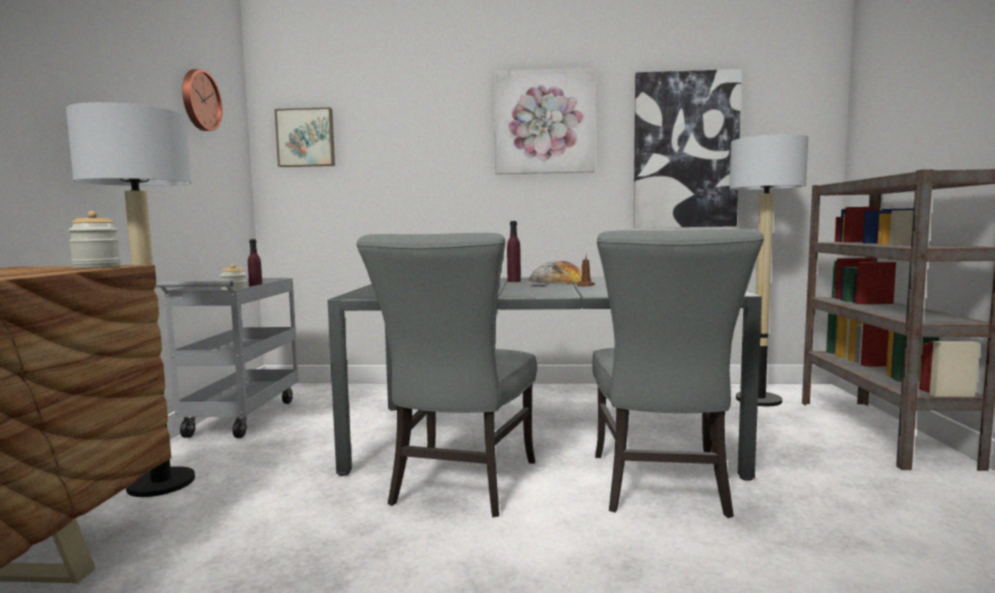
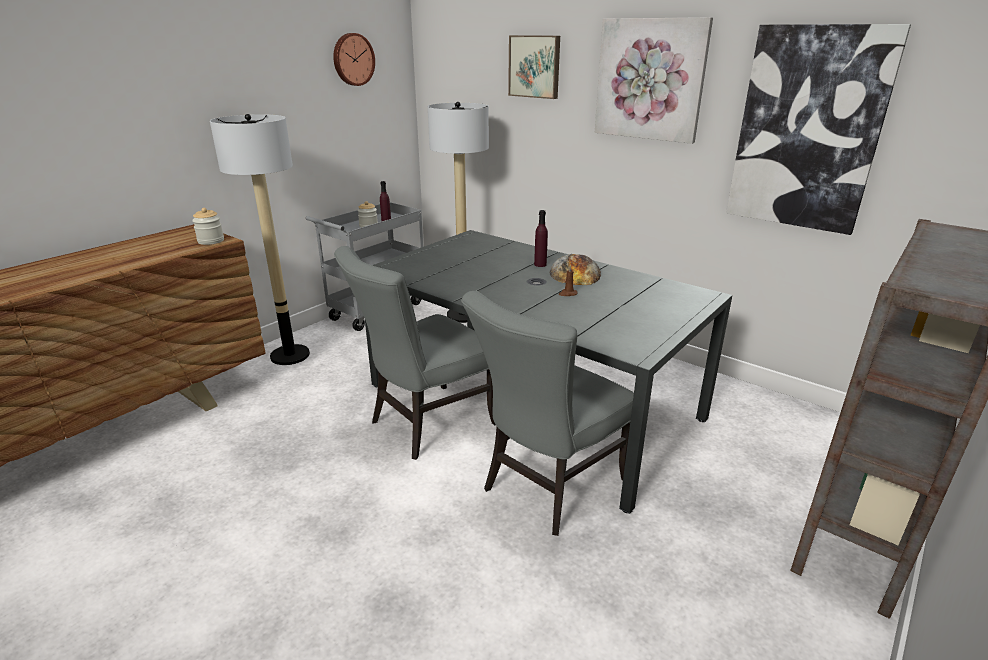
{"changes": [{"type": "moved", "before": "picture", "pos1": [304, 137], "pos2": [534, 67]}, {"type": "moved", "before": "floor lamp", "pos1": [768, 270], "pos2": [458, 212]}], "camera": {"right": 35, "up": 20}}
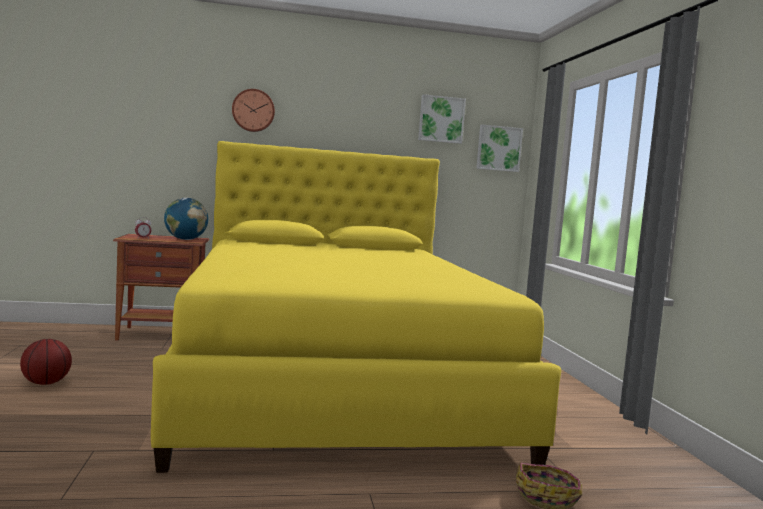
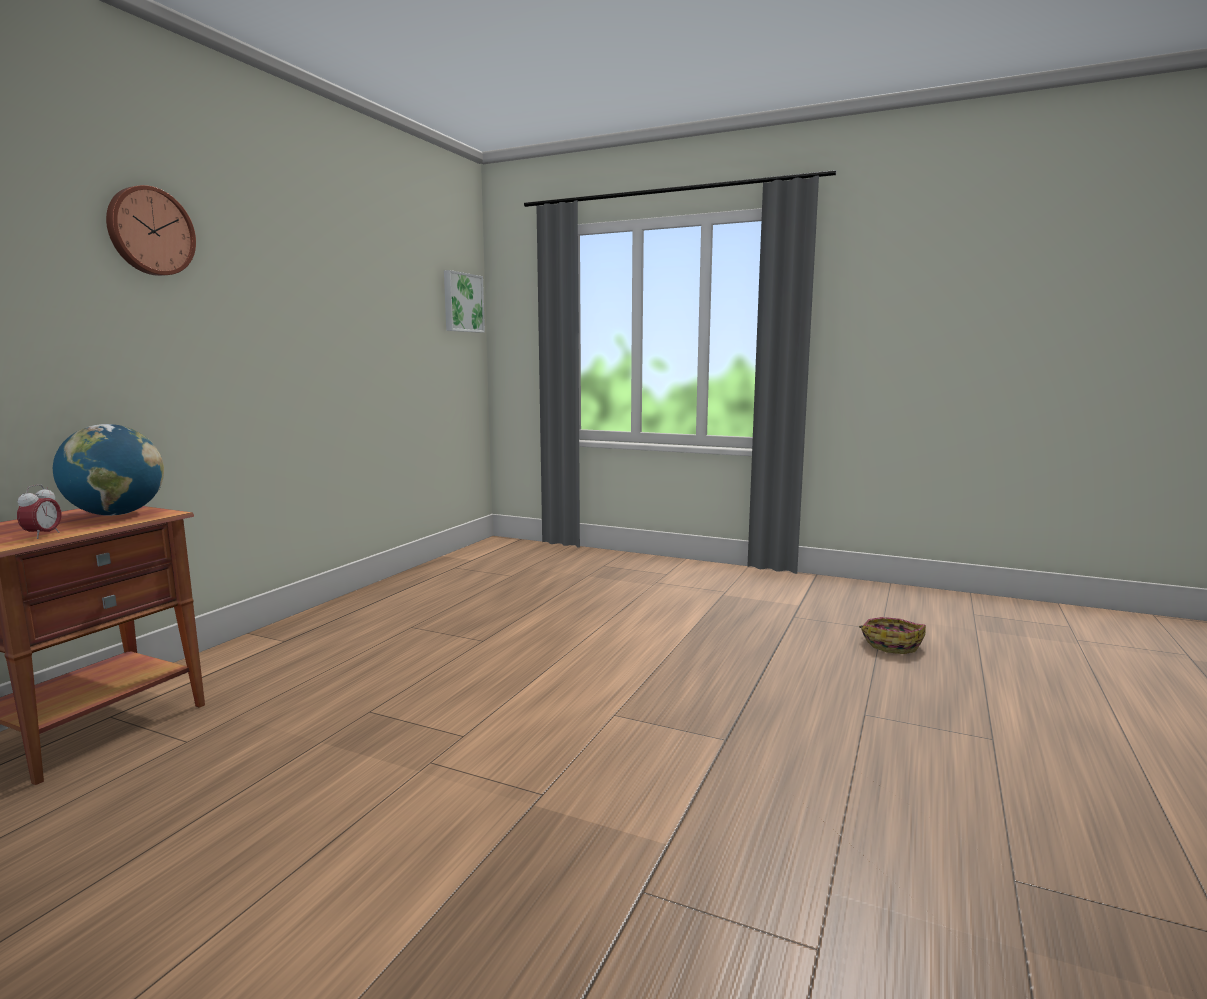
{"changes": [{"type": "removed", "before": "basketball", "pos1": [46, 362]}, {"type": "removed", "before": "yellow bed", "pos1": [356, 307]}, {"type": "removed", "before": "picture", "pos1": [442, 119]}], "camera": {"right": -55, "up": 5}}
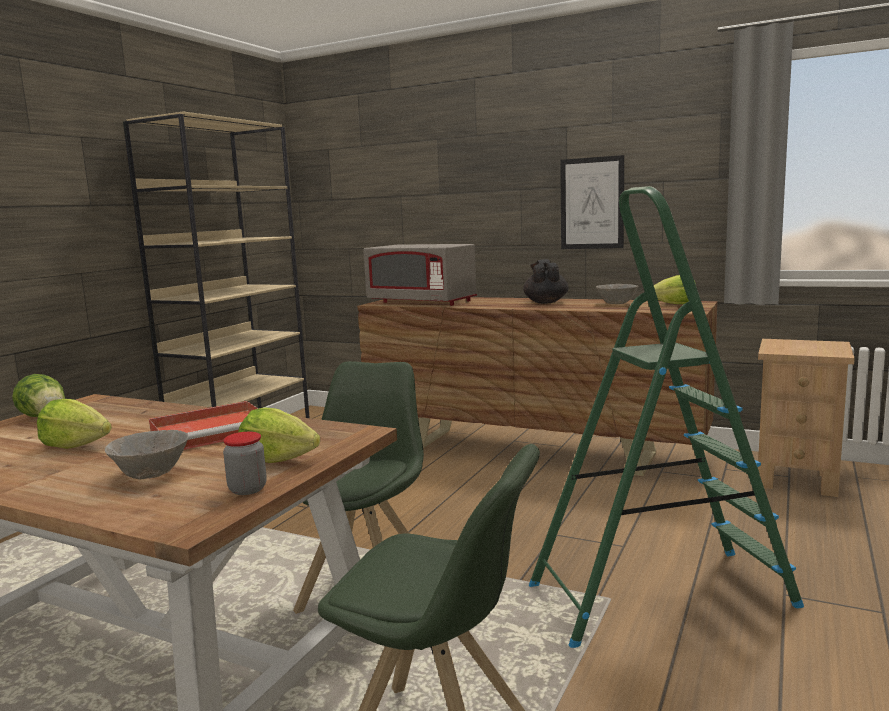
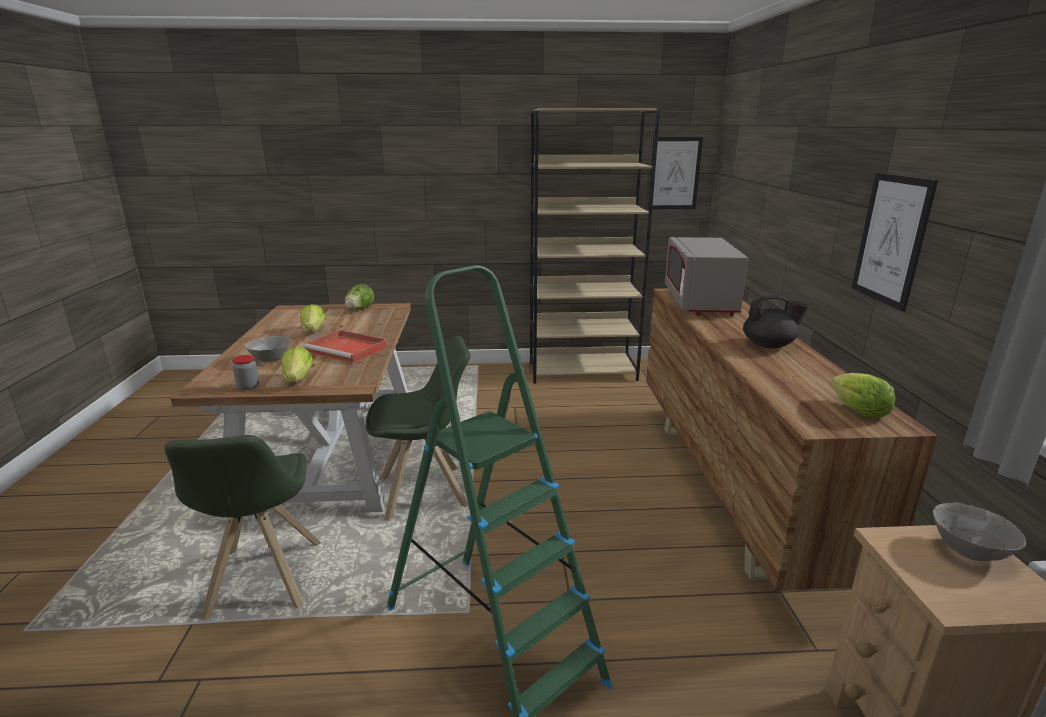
{"changes": [{"type": "added", "after": "picture", "pos2": [675, 173]}, {"type": "moved", "before": "grey bowl", "pos1": [617, 294], "pos2": [979, 532]}, {"type": "turned", "before": "black teapot", "pos1": [546, 281], "pos2": [776, 322], "turn": 45}], "camera": {"right": 60, "up": 10}}
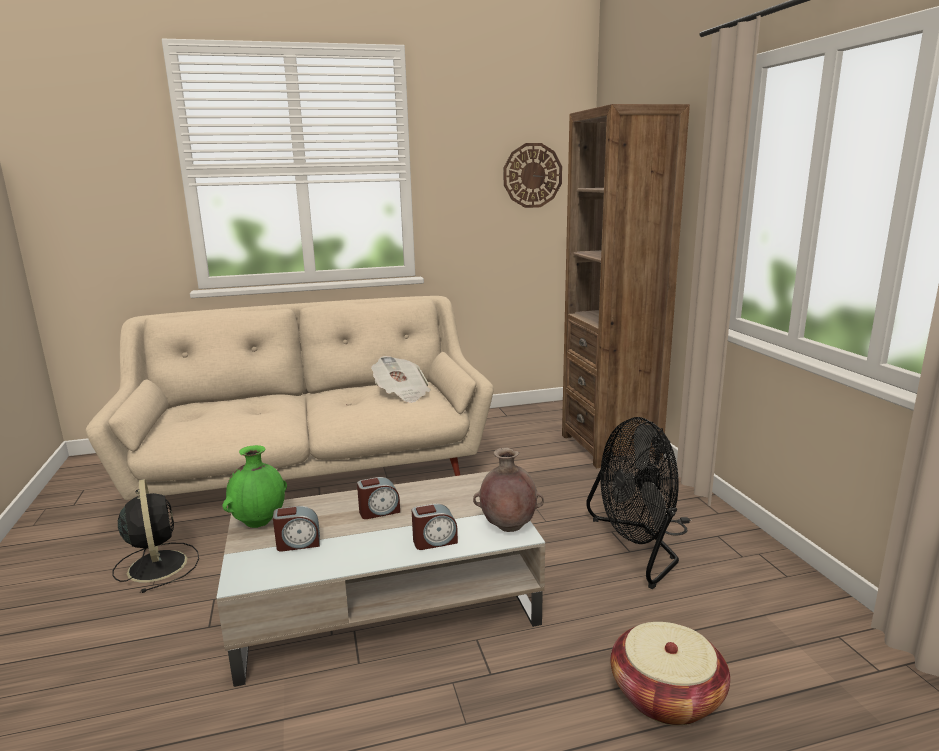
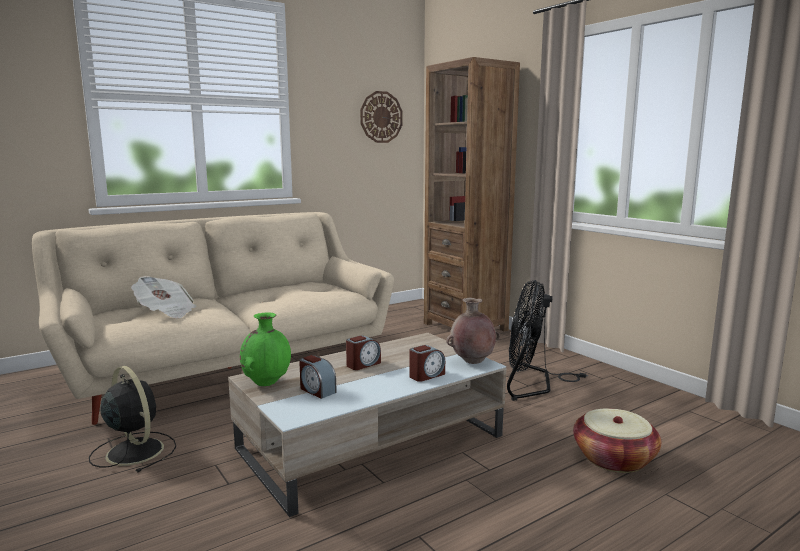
{"changes": [{"type": "moved", "before": "newspaper", "pos1": [401, 379], "pos2": [163, 297]}, {"type": "turned", "before": "alarm clock", "pos1": [296, 529], "pos2": [318, 377], "turn": 75}, {"type": "turned", "before": "black fan", "pos1": [638, 503], "pos2": [547, 340], "turn": 45}], "camera": {"right": -20, "up": -5}}
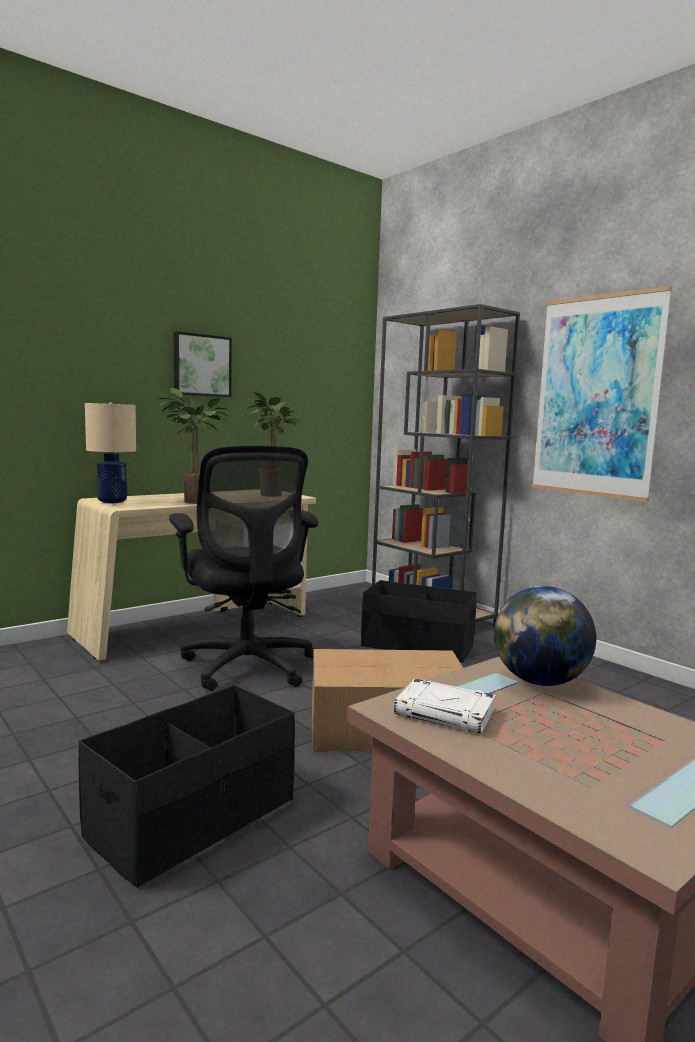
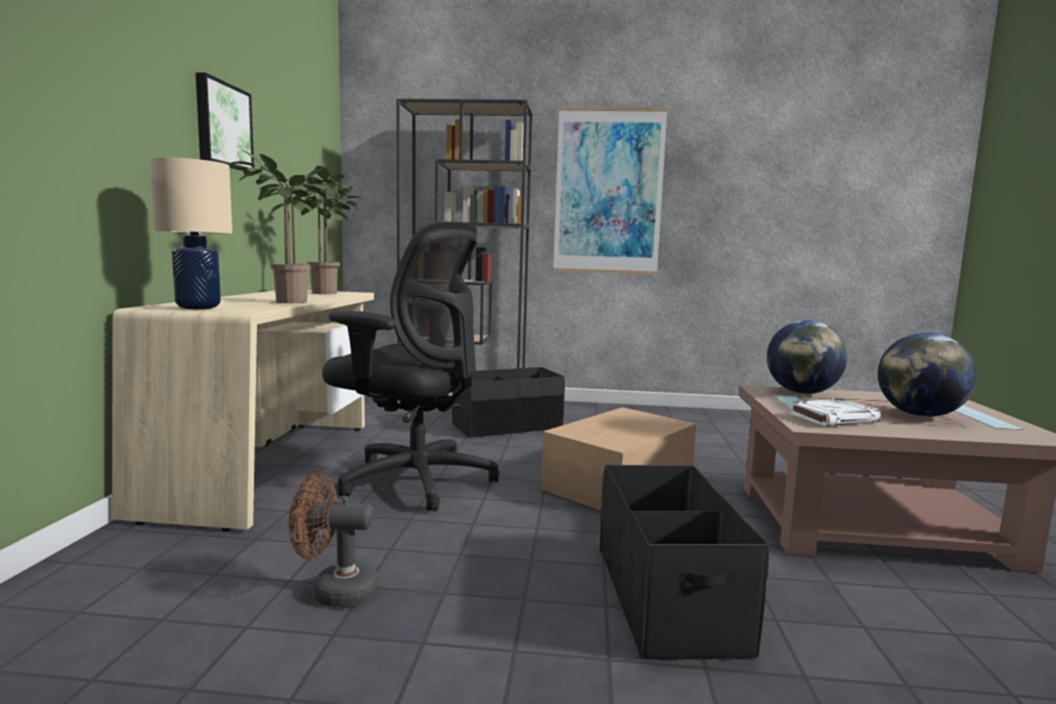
{"changes": [{"type": "added", "after": "brown fan", "pos2": [334, 540]}, {"type": "added", "after": "globe", "pos2": [927, 375]}], "camera": {"right": -45, "up": 0}}
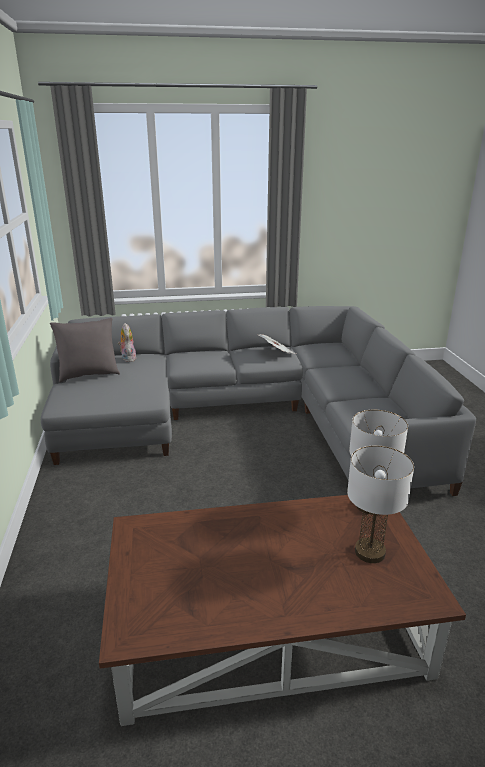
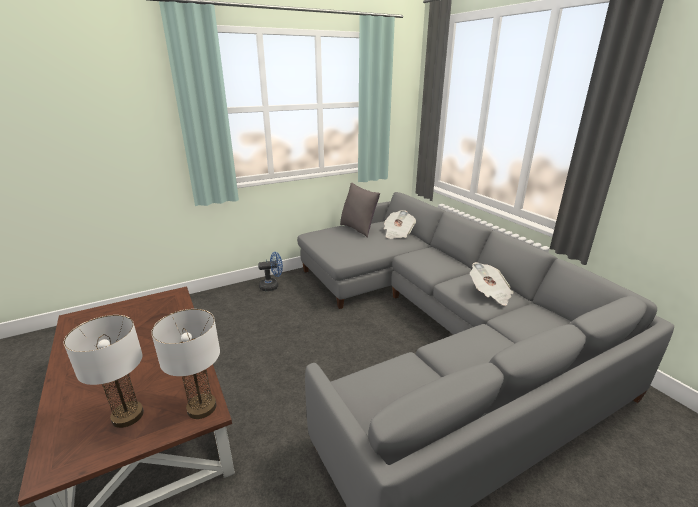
{"changes": [{"type": "added", "after": "blue fan", "pos2": [270, 271]}, {"type": "replaced", "before": "plush toy", "after": "newspaper", "pos1": [127, 342], "pos2": [400, 224]}], "camera": {"right": 70, "up": 0}}
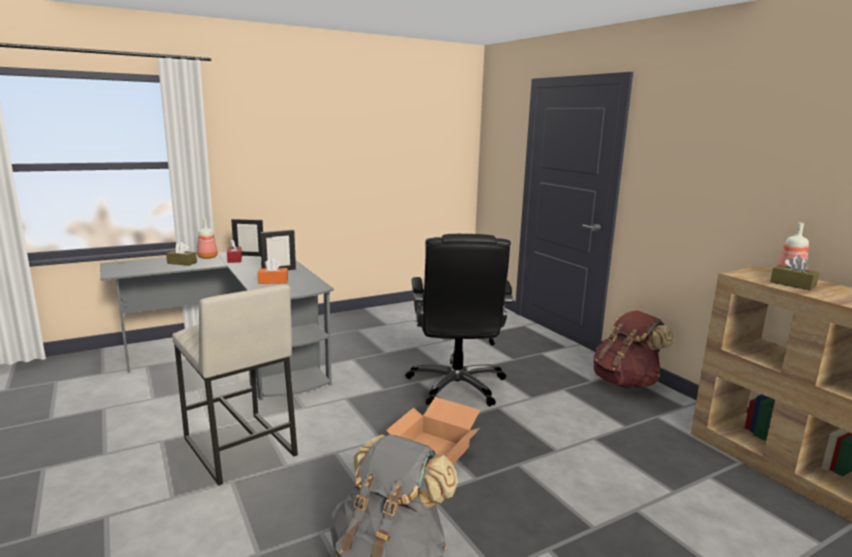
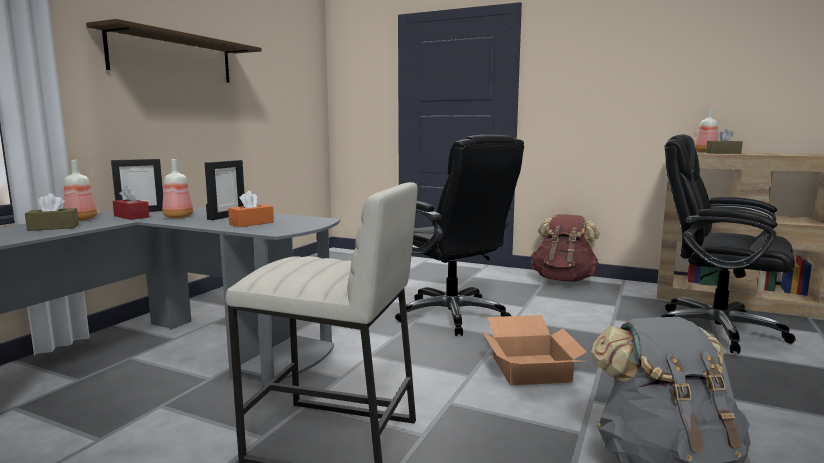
{"changes": [{"type": "added", "after": "shelf", "pos2": [174, 51]}, {"type": "added", "after": "bottle", "pos2": [177, 188]}, {"type": "added", "after": "black office chair", "pos2": [728, 244]}], "camera": {"right": -35, "up": -5}}
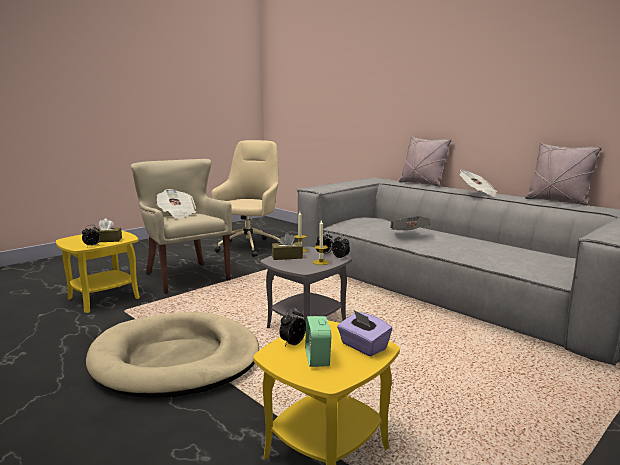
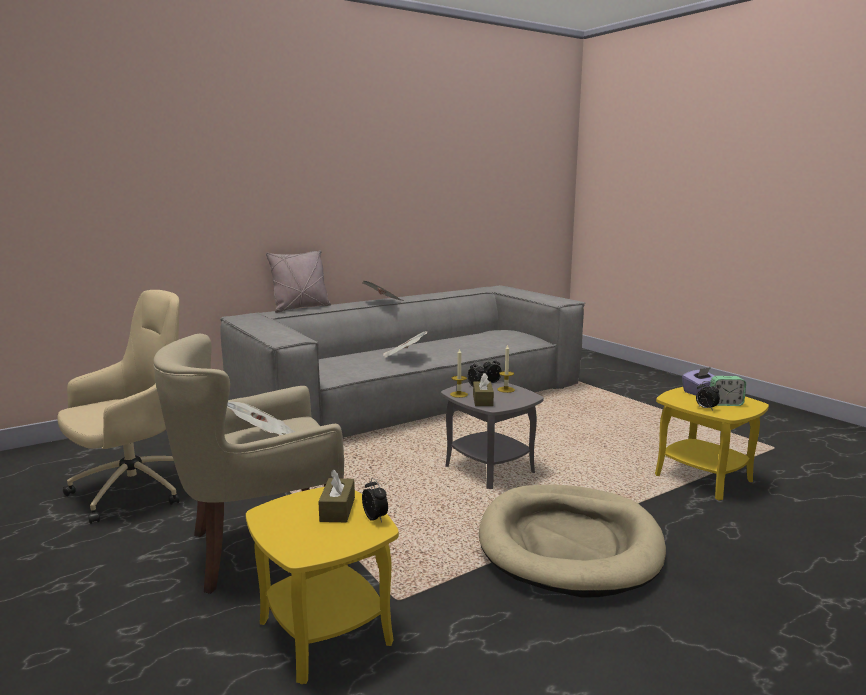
{"changes": [{"type": "removed", "before": "purple pillow", "pos1": [563, 174]}, {"type": "turned", "before": "beige office chair", "pos1": [245, 198], "pos2": [118, 407], "turn": 105}], "camera": {"right": -80, "up": 0}}
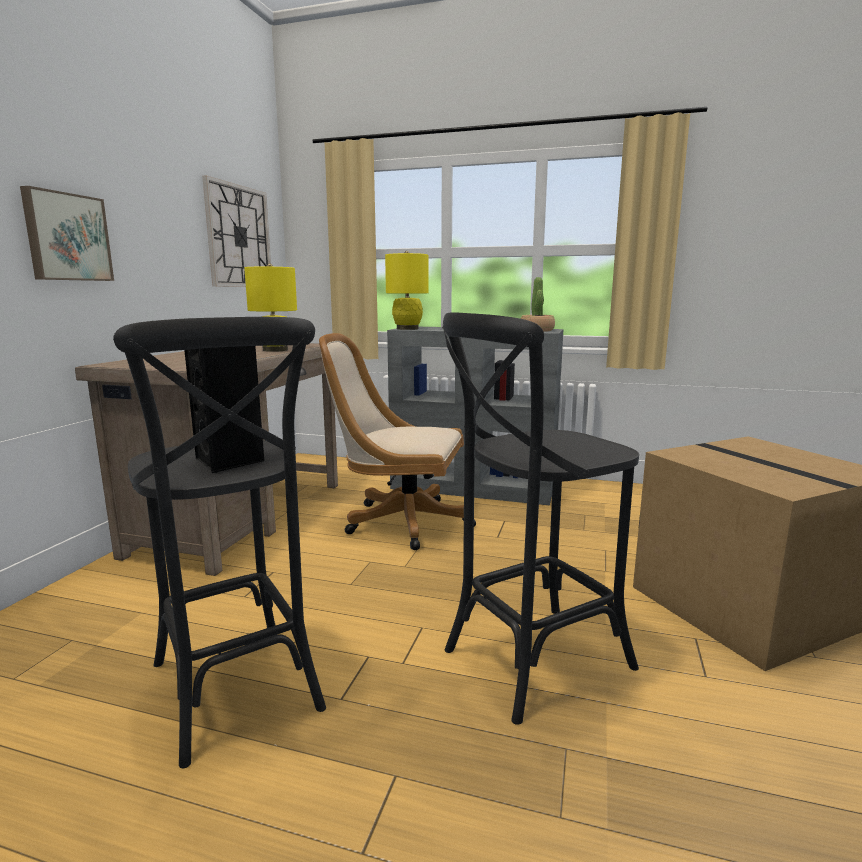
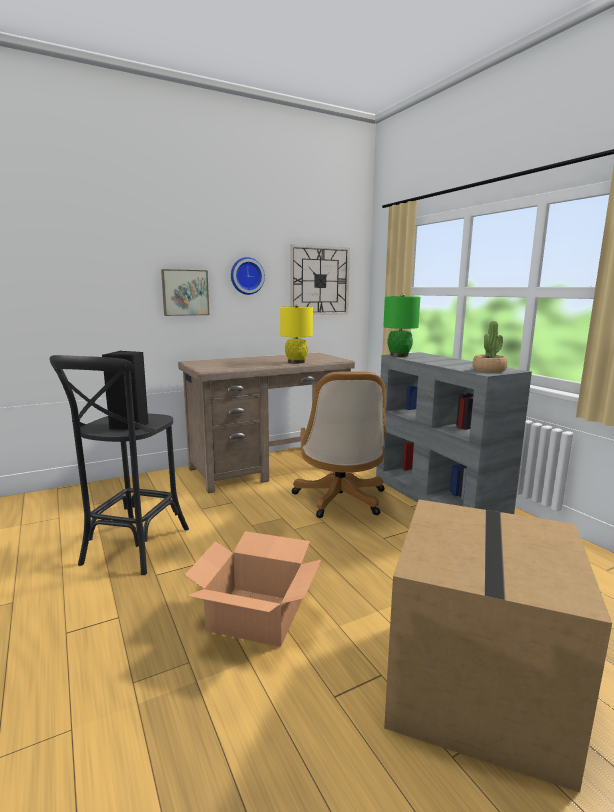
{"changes": [{"type": "added", "after": "wall clock", "pos2": [248, 276]}, {"type": "replaced", "before": "black stool", "after": "cardboard box", "pos1": [540, 518], "pos2": [253, 589]}, {"type": "recoloured", "before": "yellow table lamp", "after": "green table lamp", "pos1": [407, 290], "pos2": [401, 325]}, {"type": "turned", "before": "office chair", "pos1": [397, 441], "pos2": [339, 445], "turn": -150}], "camera": {"right": 45, "up": 0}}
